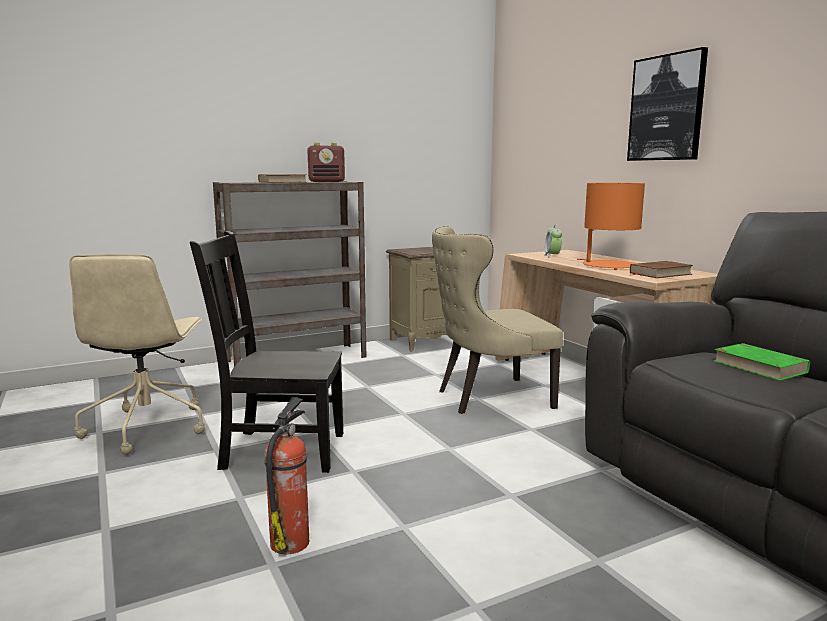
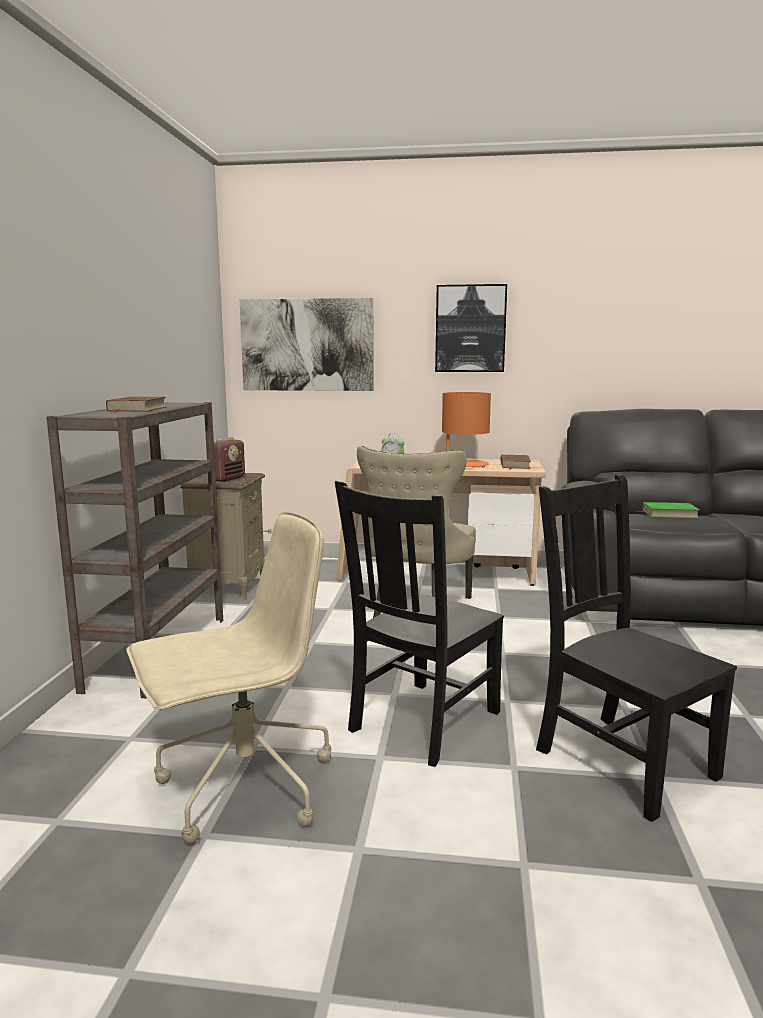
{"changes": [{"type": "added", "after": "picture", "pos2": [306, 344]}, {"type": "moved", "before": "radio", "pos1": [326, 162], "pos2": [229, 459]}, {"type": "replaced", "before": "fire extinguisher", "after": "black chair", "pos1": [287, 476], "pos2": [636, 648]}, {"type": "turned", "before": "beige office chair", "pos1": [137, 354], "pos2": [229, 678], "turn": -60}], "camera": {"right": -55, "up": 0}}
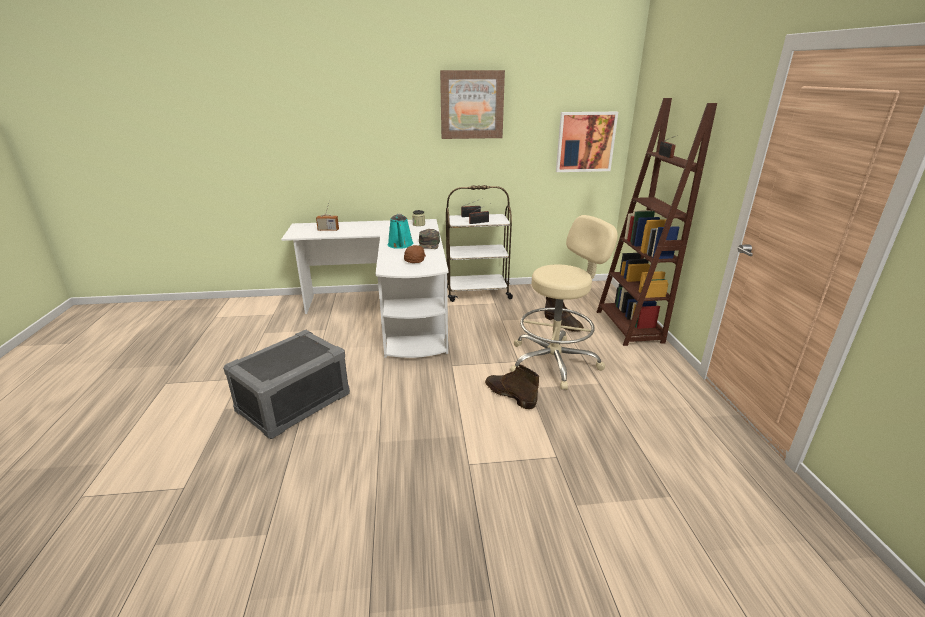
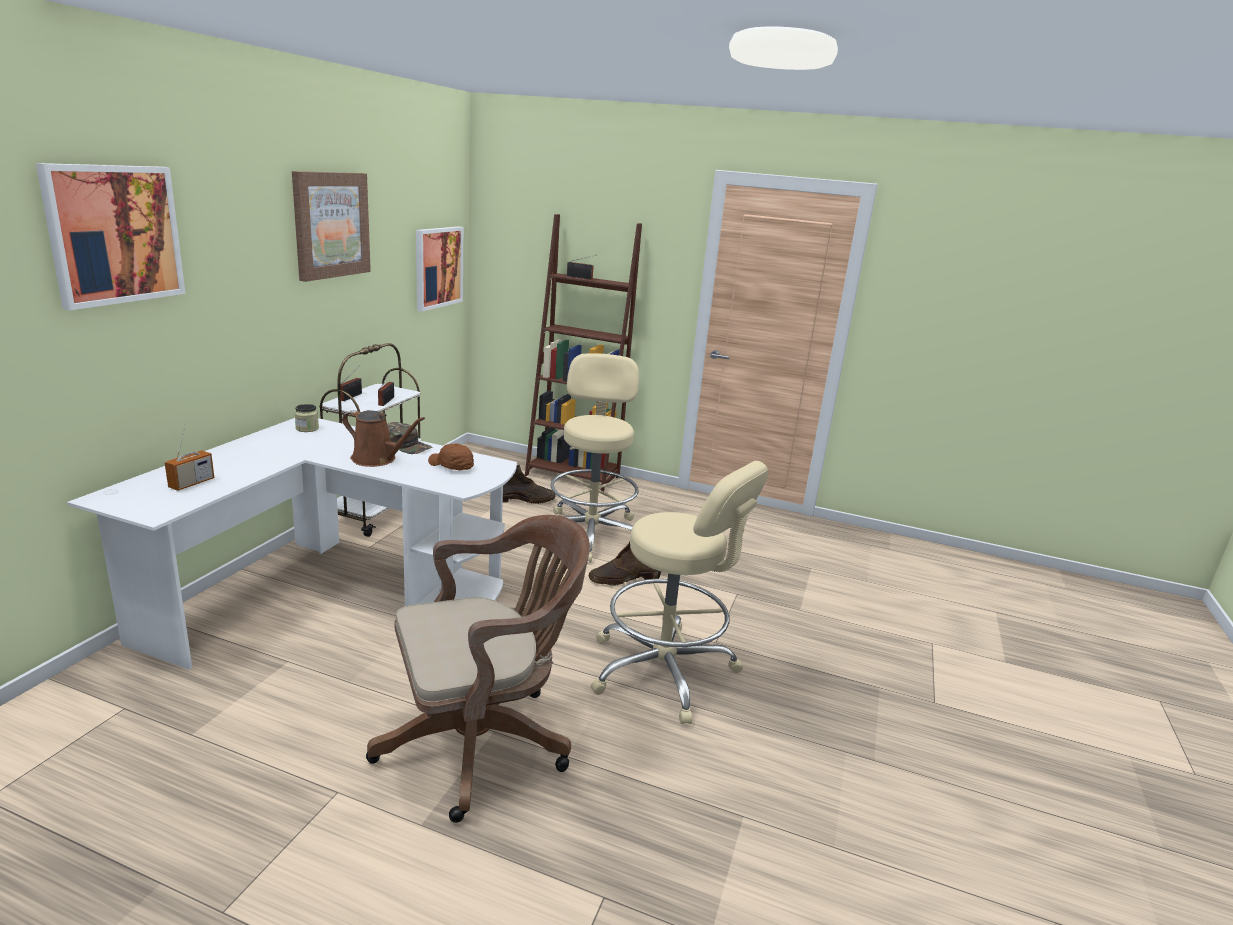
{"changes": [{"type": "added", "after": "picture", "pos2": [111, 236]}, {"type": "added", "after": "beige stool", "pos2": [680, 592]}, {"type": "replaced", "before": "grey storage box", "after": "brown office chair", "pos1": [286, 384], "pos2": [478, 669]}, {"type": "recoloured", "before": "turquoise watering can", "after": "brown watering can", "pos1": [401, 231], "pos2": [383, 438]}], "camera": {"right": -65, "up": -5}}
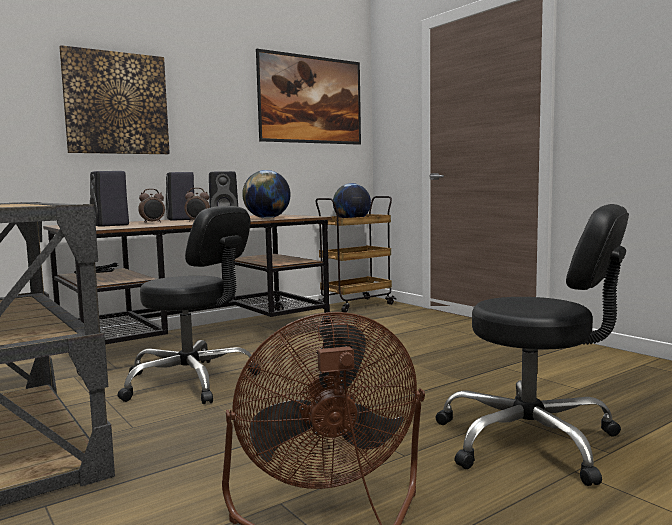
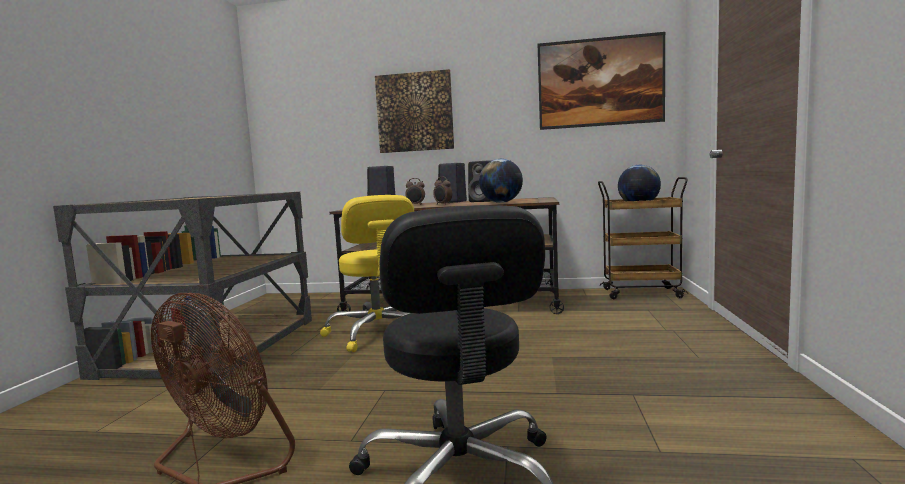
{"changes": [{"type": "recoloured", "before": "black office chair", "after": "yellow office chair", "pos1": [189, 305], "pos2": [367, 273]}], "camera": {"right": 45, "up": 0}}
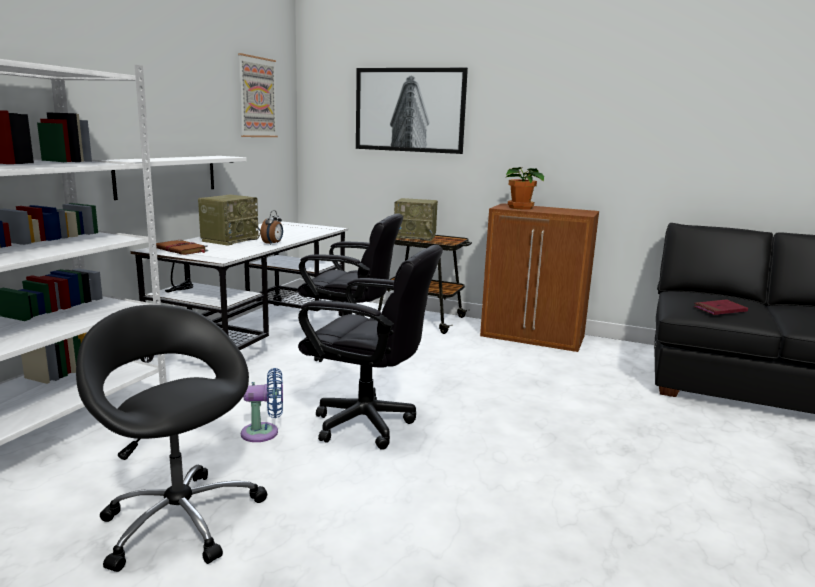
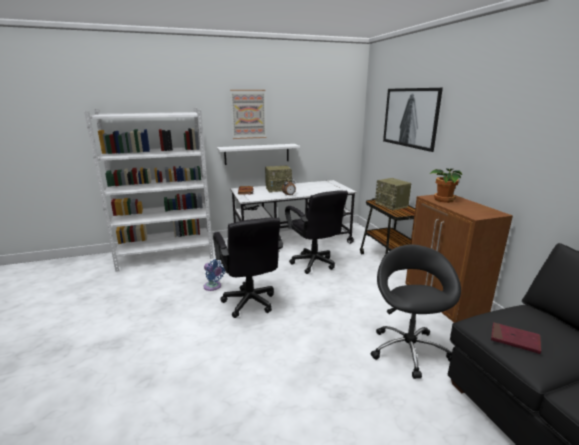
{"changes": [{"type": "moved", "before": "black office chair", "pos1": [172, 438], "pos2": [416, 311]}, {"type": "moved", "before": "picture", "pos1": [258, 95], "pos2": [248, 114]}], "camera": {"right": 50, "up": 5}}
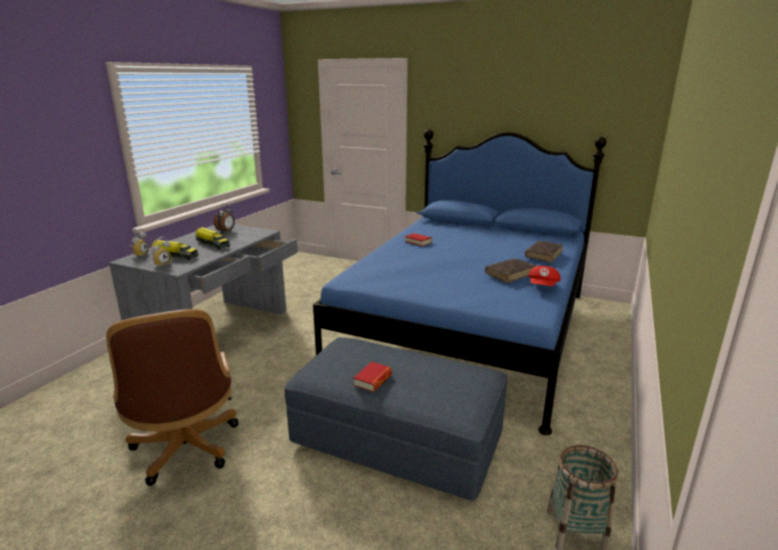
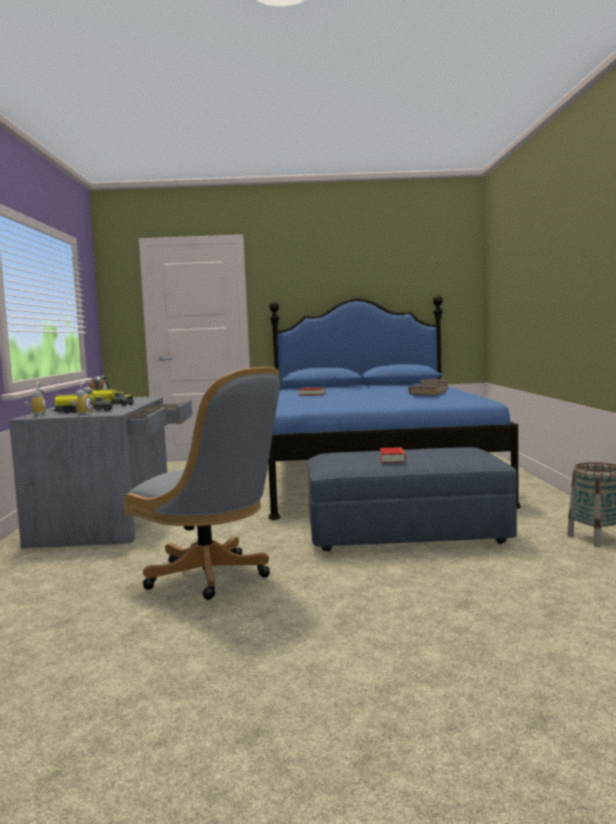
{"changes": [{"type": "removed", "before": "red cap", "pos1": [544, 276]}, {"type": "recoloured", "before": "brown office chair", "after": "grey office chair", "pos1": [172, 397], "pos2": [202, 483]}], "camera": {"right": -25, "up": -15}}
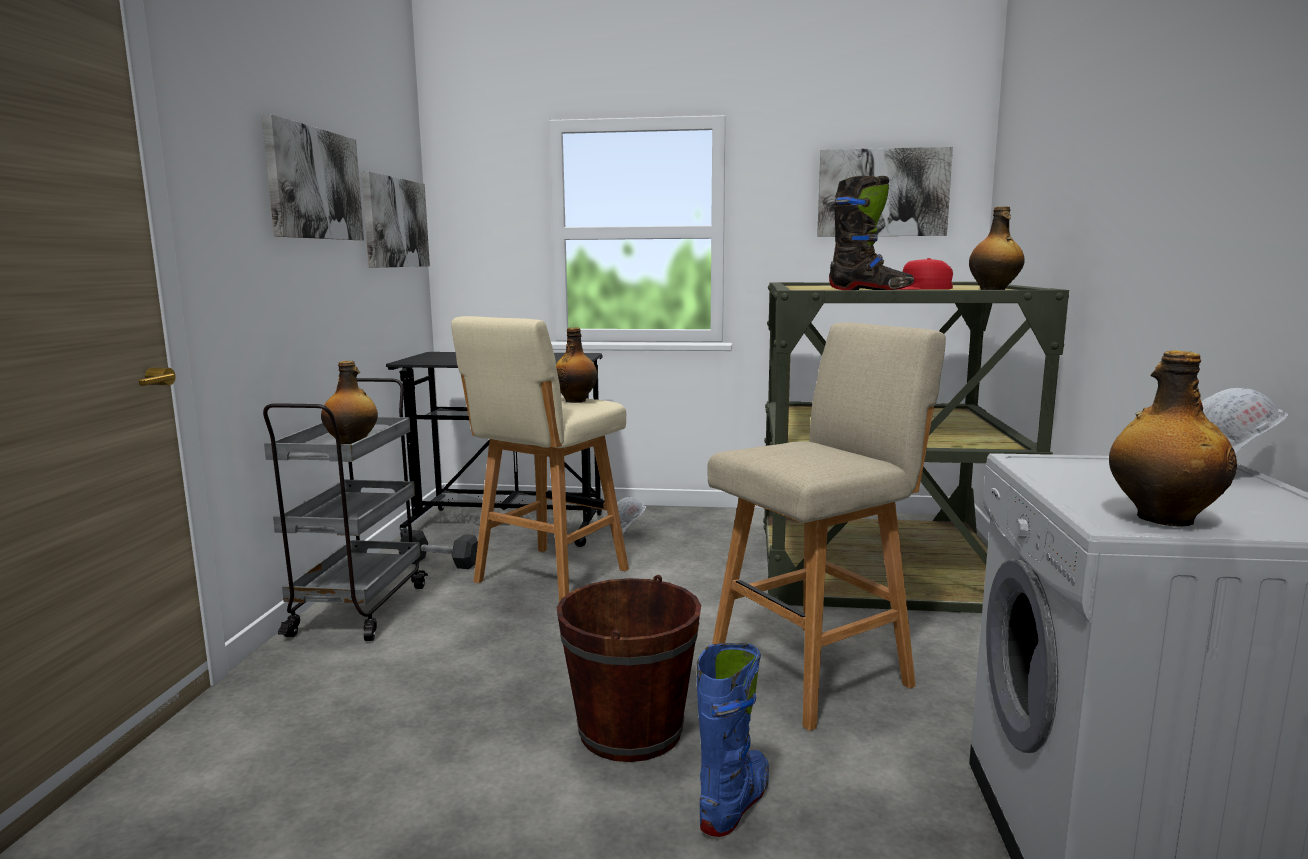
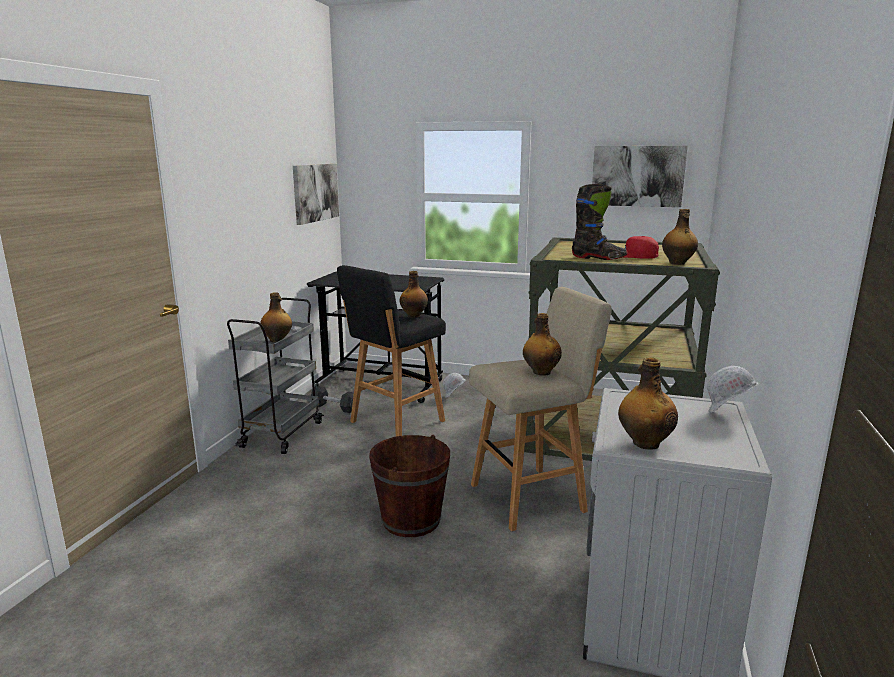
{"changes": [{"type": "removed", "before": "picture", "pos1": [313, 177]}, {"type": "removed", "before": "blue boot", "pos1": [733, 740]}, {"type": "added", "after": "bottle", "pos2": [542, 344]}, {"type": "recoloured", "before": "beige stool", "after": "black stool", "pos1": [540, 459], "pos2": [391, 351]}], "camera": {"right": 10, "up": 5}}
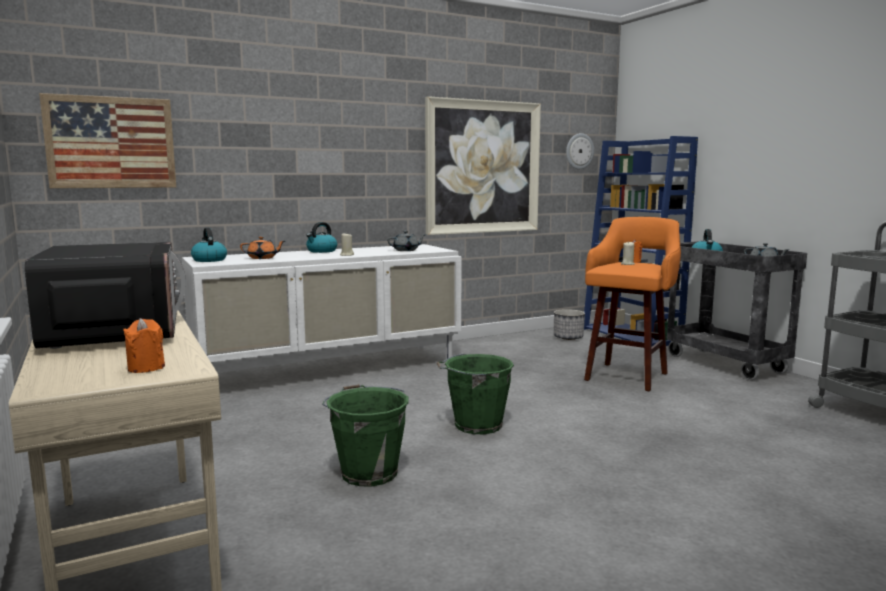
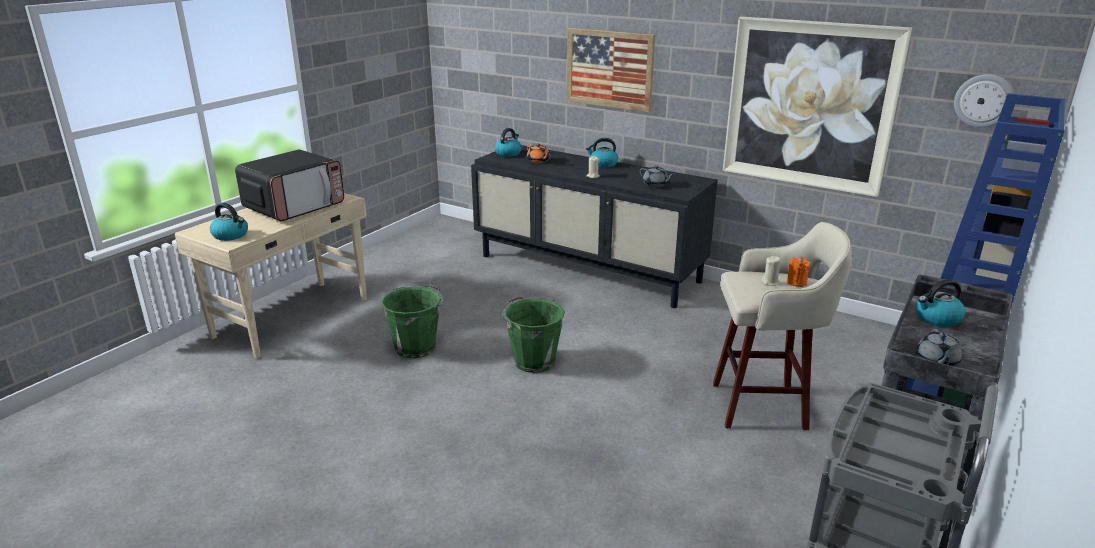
{"changes": [{"type": "removed", "before": "planter", "pos1": [569, 324]}, {"type": "moved", "before": "picture", "pos1": [107, 140], "pos2": [611, 70]}, {"type": "replaced", "before": "orange candle", "after": "kettle", "pos1": [144, 345], "pos2": [229, 222]}, {"type": "recoloured", "before": "white cabinet", "after": "black cabinet", "pos1": [322, 308], "pos2": [594, 226]}, {"type": "recoloured", "before": "orange stool", "after": "beige stool", "pos1": [632, 304], "pos2": [782, 326]}], "camera": {"right": 60, "up": 15}}
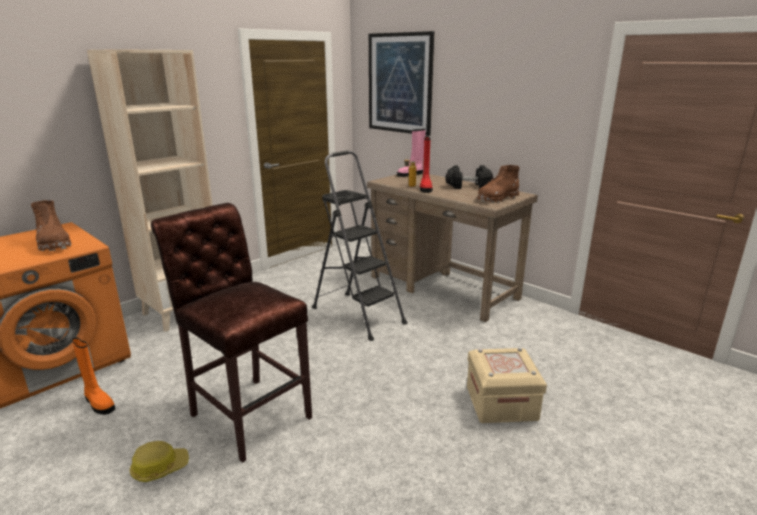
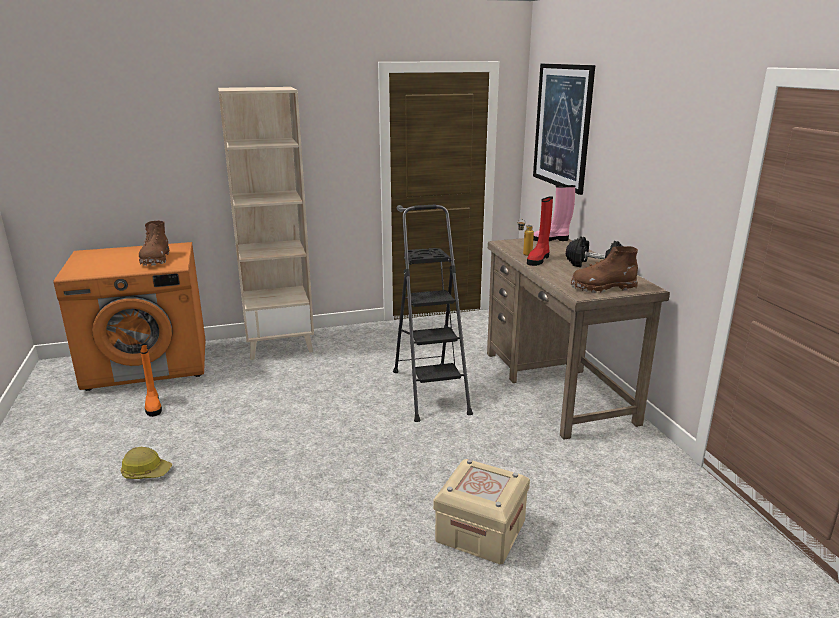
{"changes": [{"type": "removed", "before": "brown stool", "pos1": [231, 333]}], "camera": {"right": 30, "up": 0}}
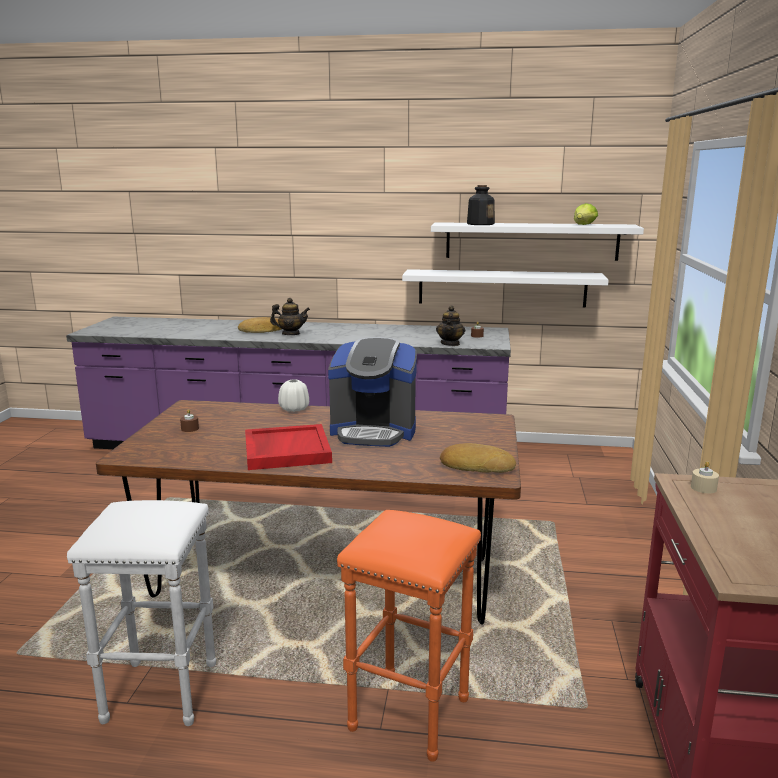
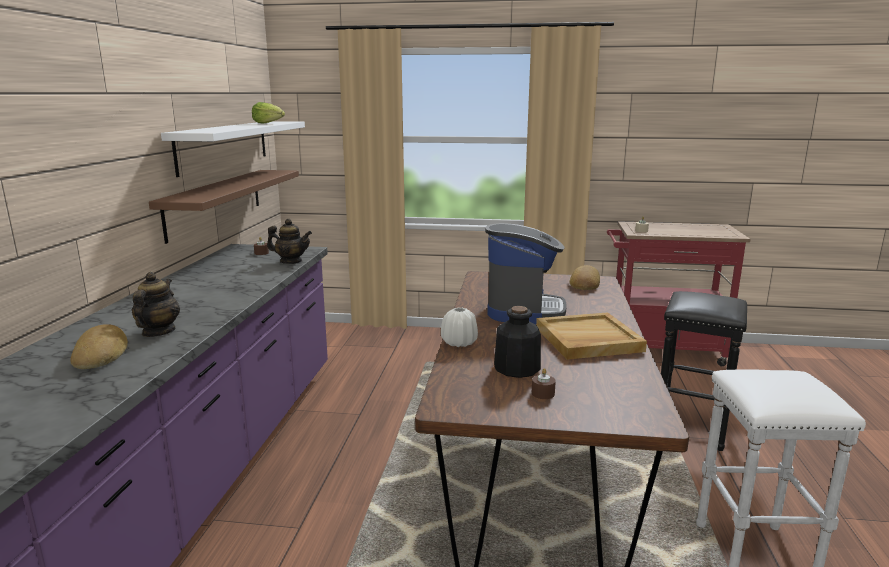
{"changes": [{"type": "moved", "before": "bottle", "pos1": [481, 205], "pos2": [517, 342]}, {"type": "recoloured", "before": "red tray", "after": "beige tray", "pos1": [288, 447], "pos2": [591, 336]}, {"type": "recoloured", "before": "orange stool", "after": "black stool", "pos1": [409, 636], "pos2": [704, 371]}, {"type": "recoloured", "before": "white shelf", "after": "brown shelf", "pos1": [505, 288], "pos2": [224, 207]}], "camera": {"right": -90, "up": 0}}
